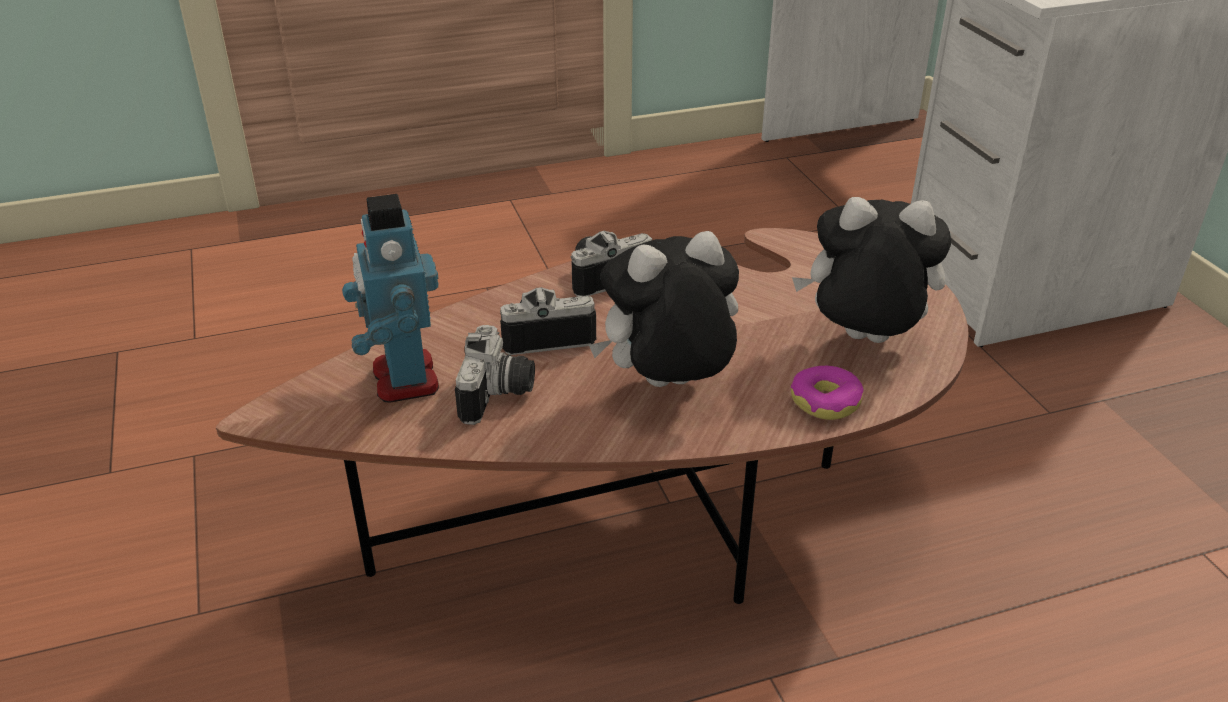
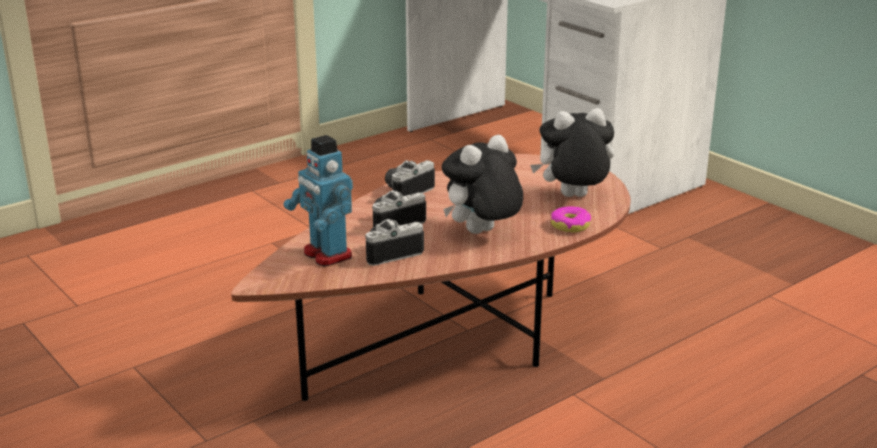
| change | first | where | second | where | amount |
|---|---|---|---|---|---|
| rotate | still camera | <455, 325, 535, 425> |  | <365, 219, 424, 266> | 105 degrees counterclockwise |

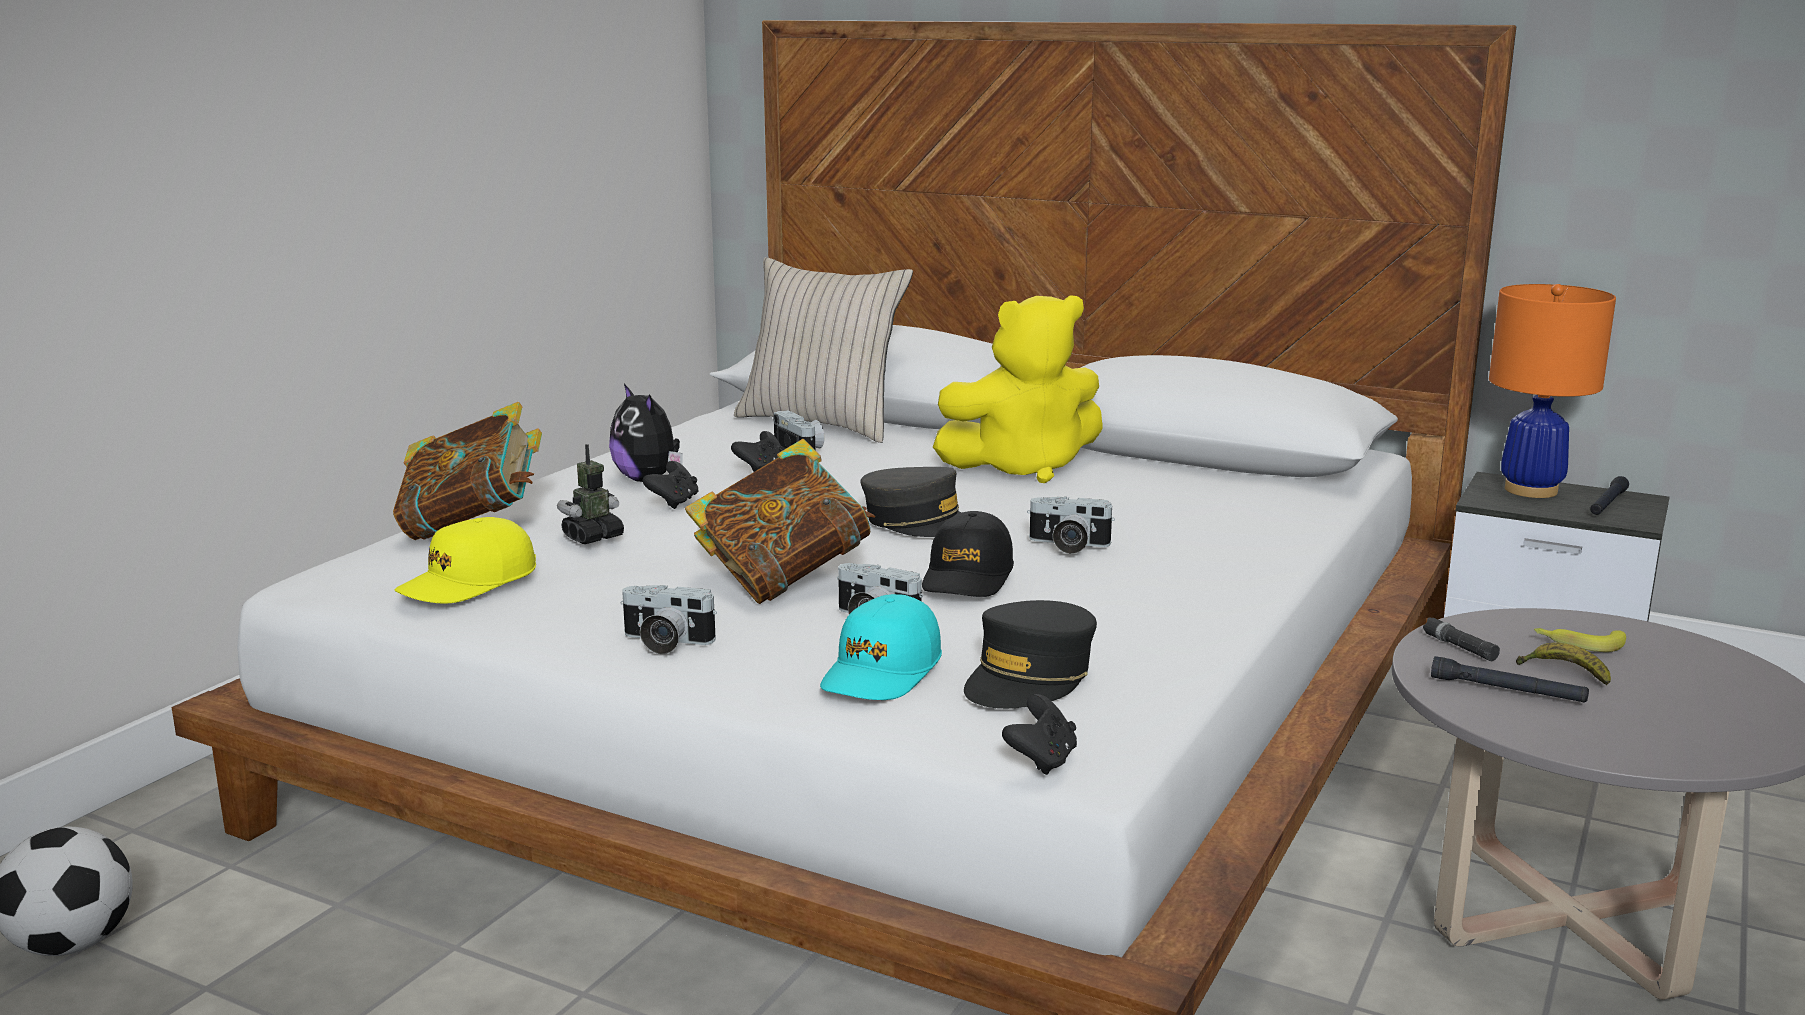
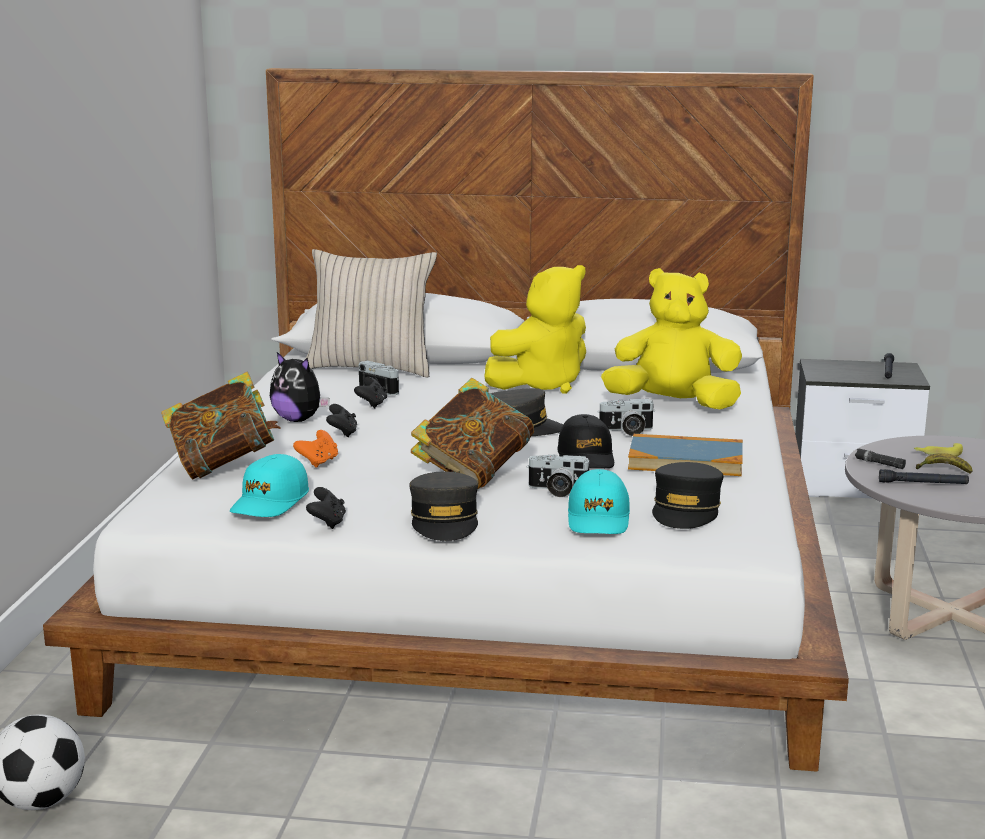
| change | first | where | second | where | amount |
|---|---|---|---|---|---|
| delete | table lamp (orangey) | <1489, 284, 1616, 498> |  |  |  |
| insert |  |  | cuddly toy (yellow-coloured) | <601, 268, 742, 409> |  |
| insert |  |  | bound book | <628, 434, 743, 476> |  |
| move | gamepad (black) | <1002, 694, 1077, 775> |  | <306, 487, 346, 529> |  |
| replace | robot figure | <557, 444, 624, 544> | gamepad (orangey) | <293, 430, 338, 468> |  |
| replace | still camera | <620, 585, 717, 654> | peaked cap (greyish) | <409, 471, 478, 541> |  |
| recolor | peaked cap (yellow-coloured) | <395, 517, 536, 604> | peaked cap (turquoise-coloured) | <230, 454, 309, 517> |  |

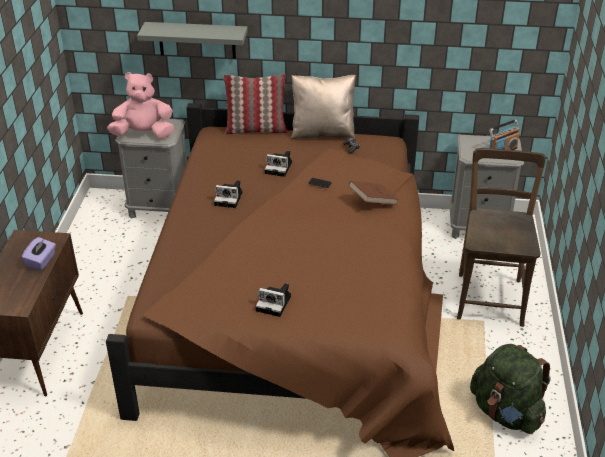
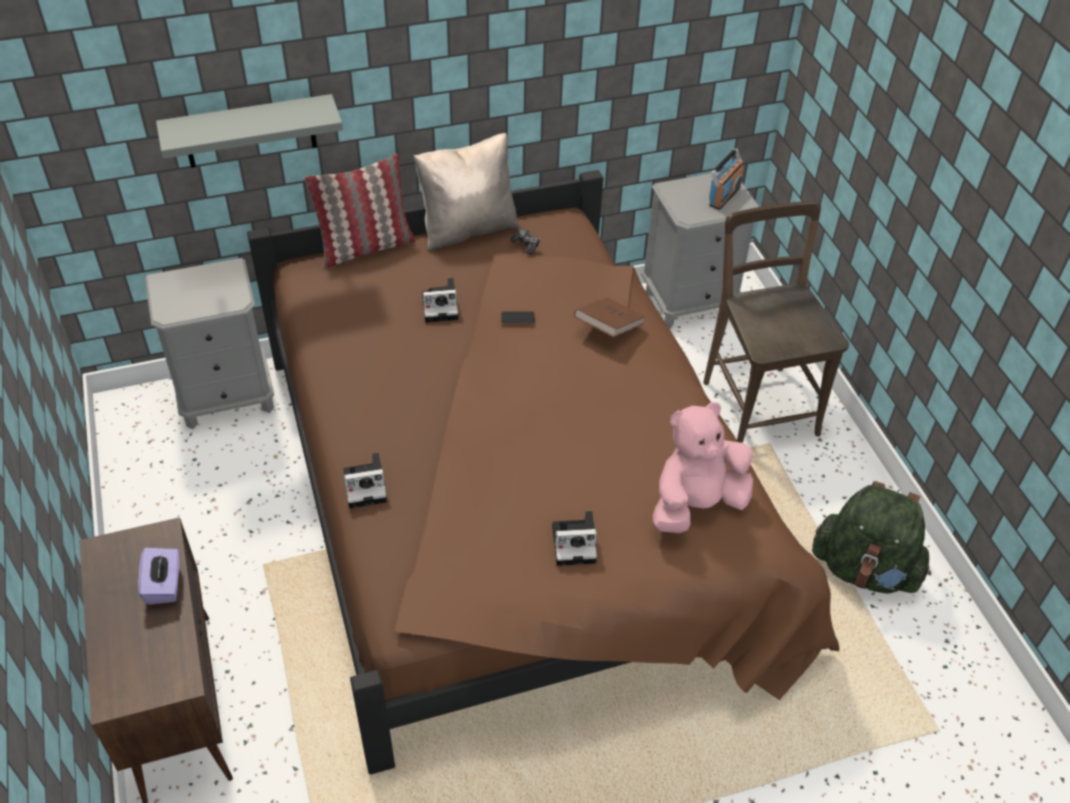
| change | first | where | second | where | amount |
|---|---|---|---|---|---|
| move | cuddly toy (pink) | <107, 72, 174, 139> |  | <653, 402, 754, 533> |  |
| move | still camera | <214, 180, 242, 208> |  | <343, 453, 387, 508> |  |

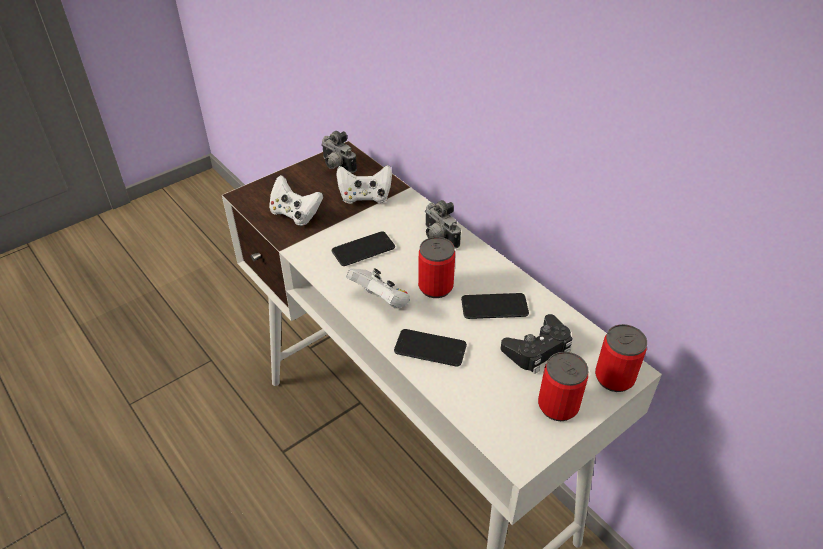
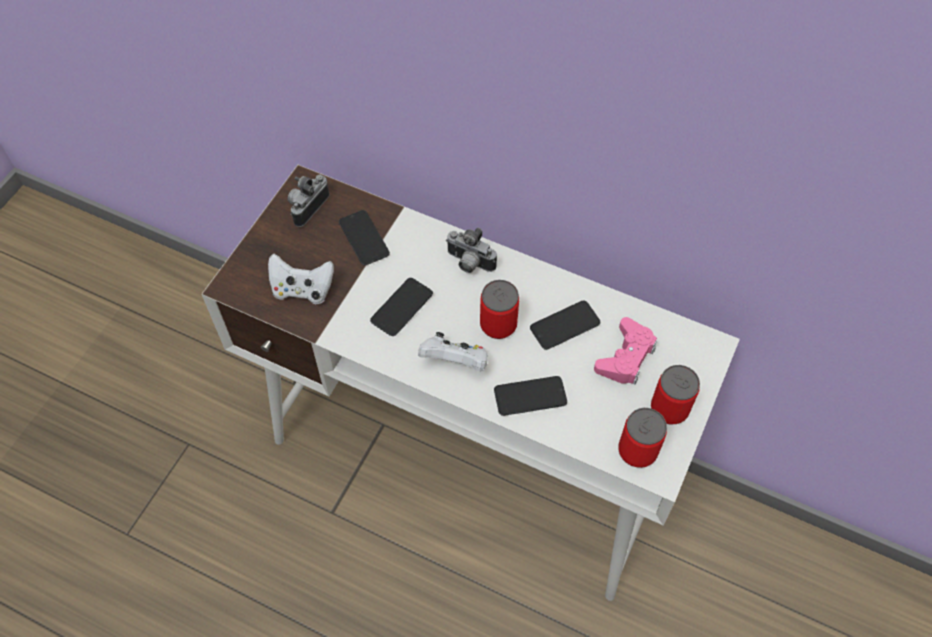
| change | first | where | second | where | amount |
|---|---|---|---|---|---|
| move | sealed can | <595, 324, 647, 392> |  | <618, 408, 667, 468> |  |
| replace | gamepad (whitish) | <336, 165, 392, 204> | telephone | <339, 210, 390, 265> |  |
| recolor | gamepad (black) | <501, 314, 573, 374> | gamepad (pink) | <594, 317, 657, 384> |  |
| rotate | still camera | <321, 131, 357, 173> |  | <288, 175, 330, 227> | 105 degrees clockwise |

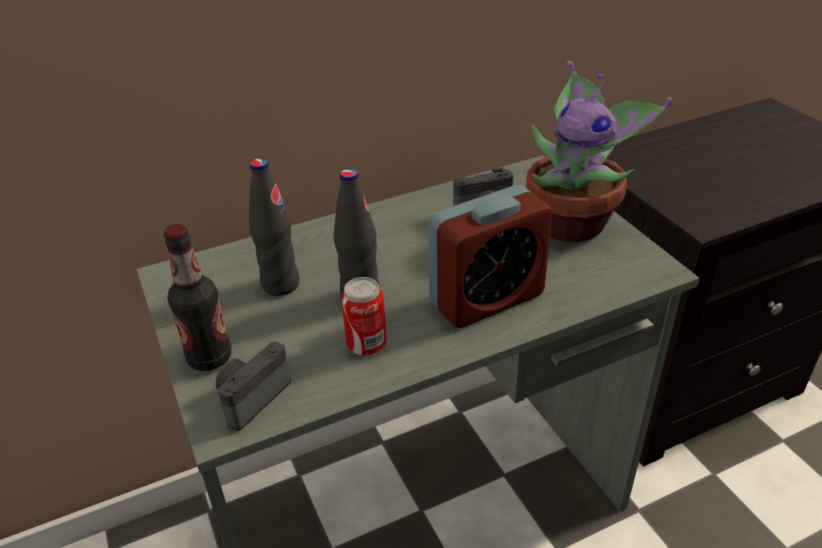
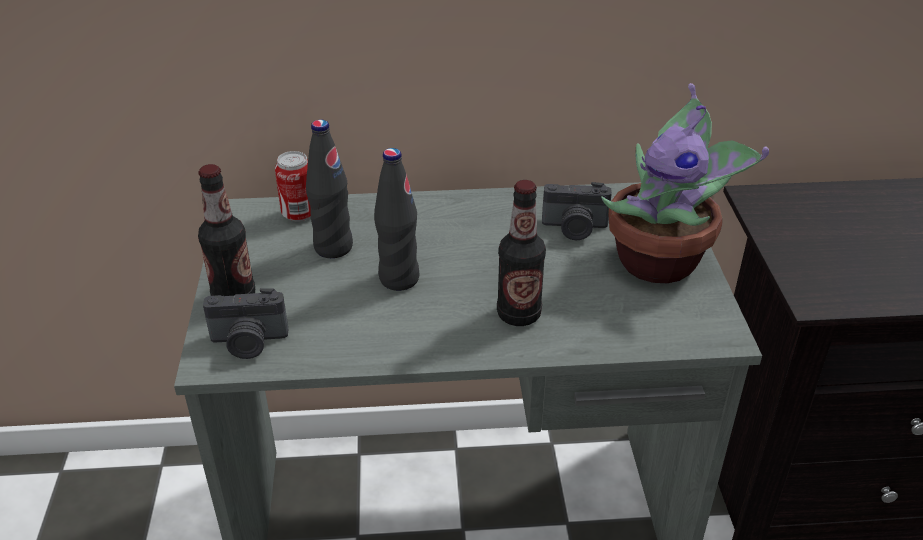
| change | first | where | second | where | amount |
|---|---|---|---|---|---|
| move | sealed can | <341, 277, 386, 355> |  | <275, 151, 311, 221> |  |
| replace | bedside clock | <428, 185, 552, 328> | drink bottle | <497, 180, 546, 326> |  |
| rotate | still camera | <216, 341, 291, 431> |  | <203, 288, 288, 359> | 150 degrees counterclockwise |

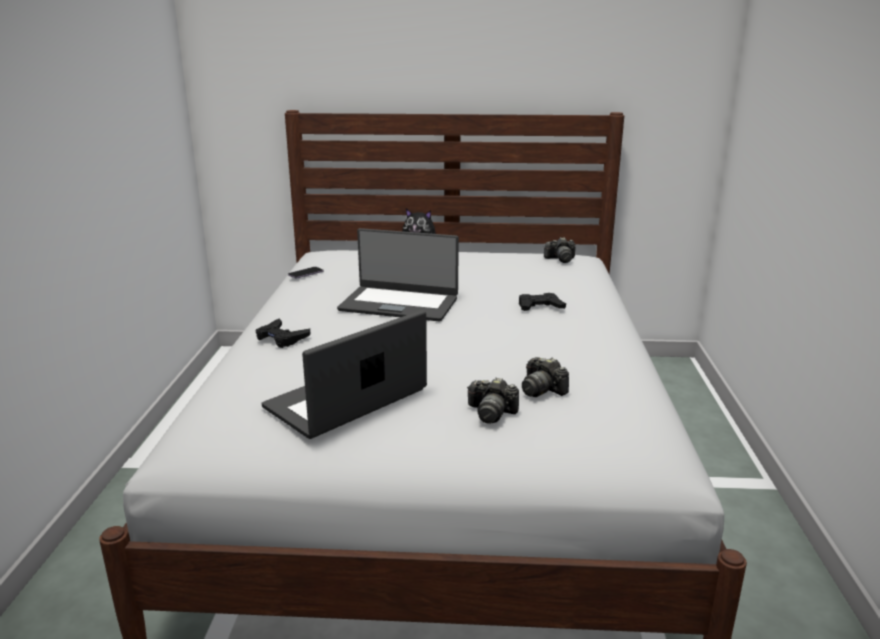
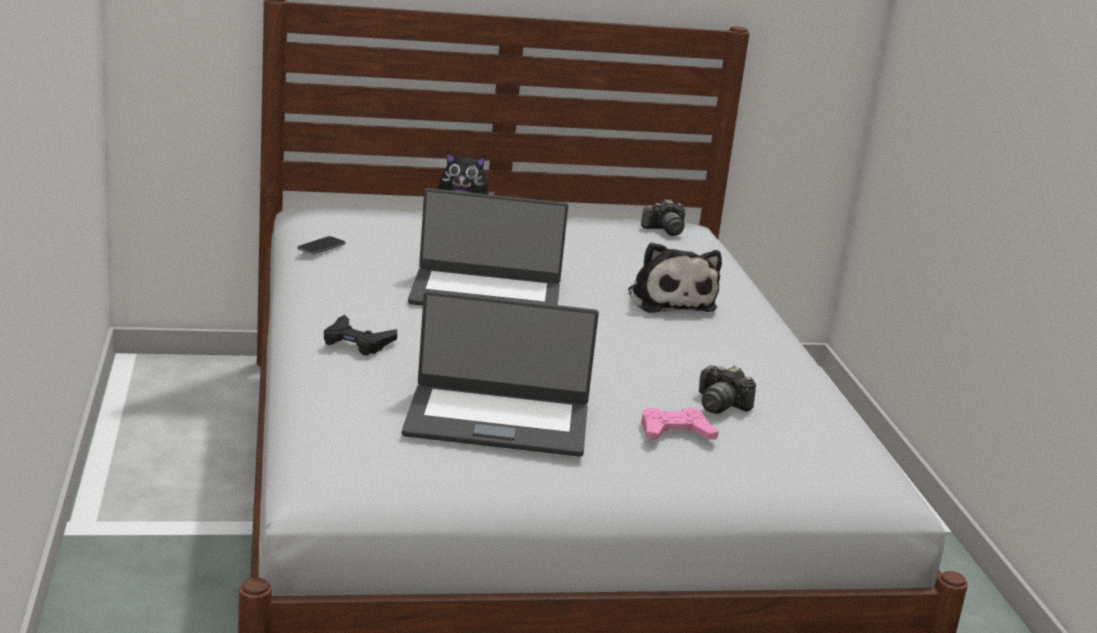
| change | first | where | second | where | amount |
|---|---|---|---|---|---|
| replace | still camera | <467, 377, 519, 424> | gamepad (pink) | <641, 408, 719, 440> |  |
| replace | gamepad (black) | <519, 293, 566, 311> | cuddly toy | <628, 242, 722, 313> |  |
| rotate | portable computer | <262, 310, 427, 439> |  | <402, 290, 599, 457> | 120 degrees counterclockwise |

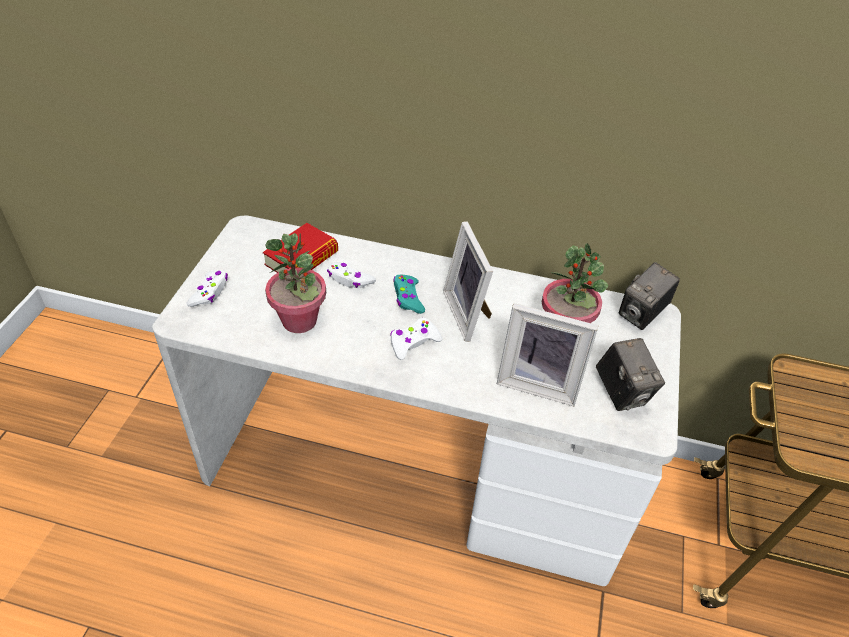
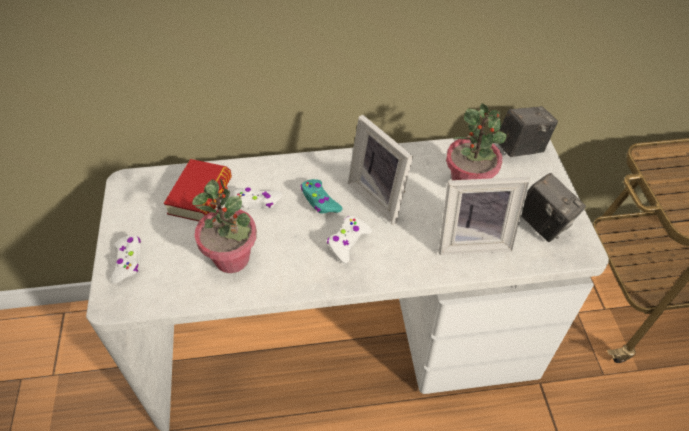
| change | first | where | second | where | amount |
|---|---|---|---|---|---|
| rotate | still camera | <618, 262, 680, 330> |  | <498, 106, 558, 157> | 135 degrees counterclockwise |

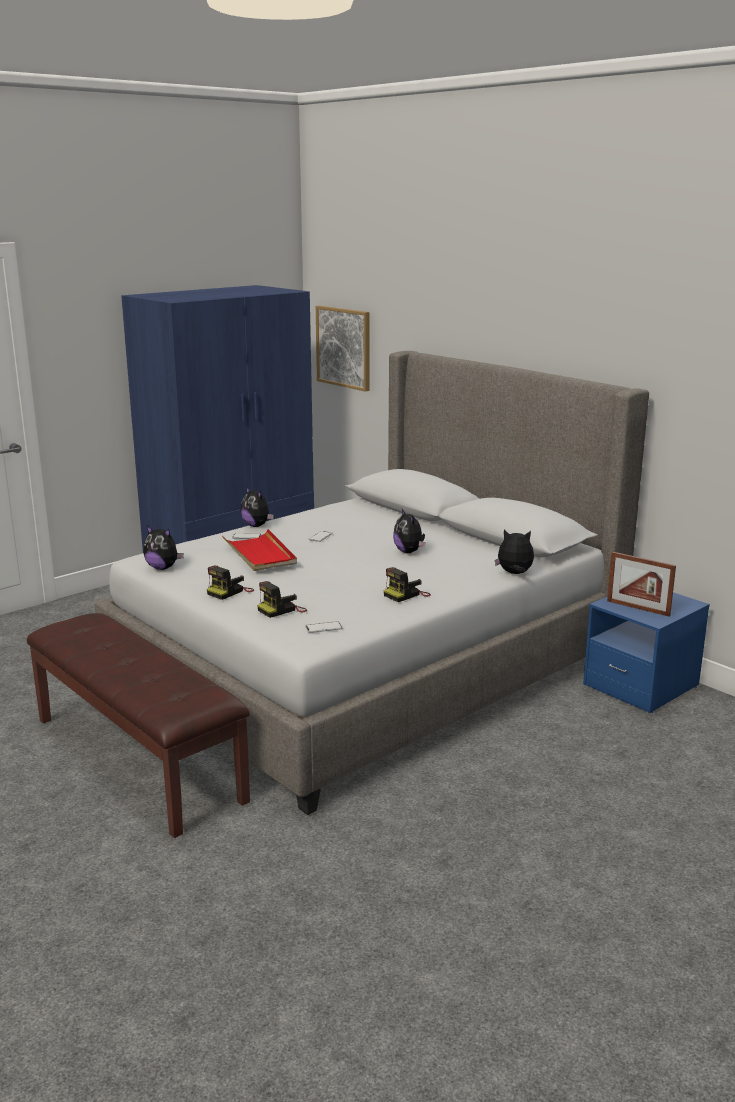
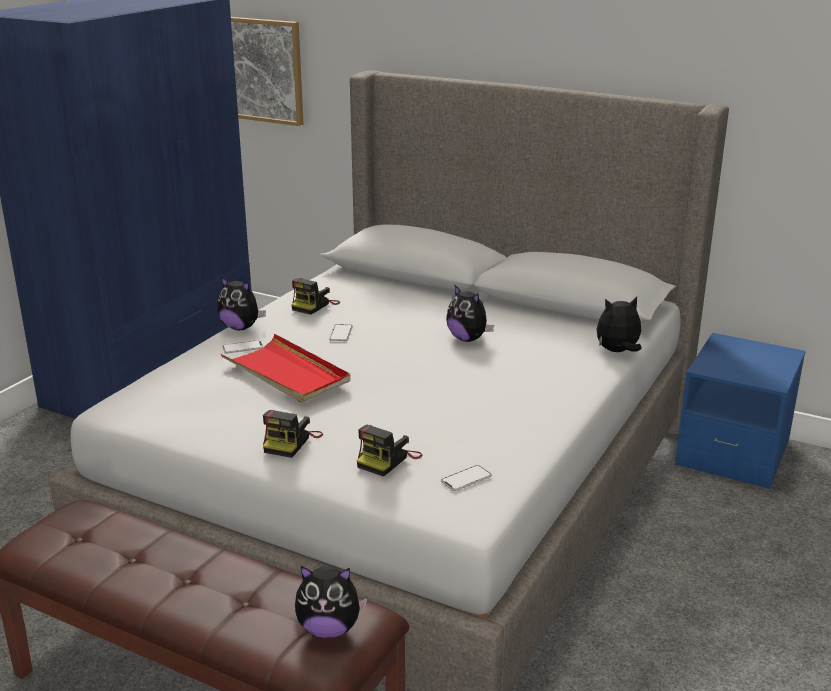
| change | first | where | second | where | amount |
|---|---|---|---|---|---|
| delete | photo frame | <607, 552, 676, 616> |  |  |  |
| move | cuddly toy | <143, 525, 184, 570> |  | <295, 566, 368, 638> |  |
| move | still camera | <384, 567, 431, 602> |  | <291, 278, 340, 315> |  |

